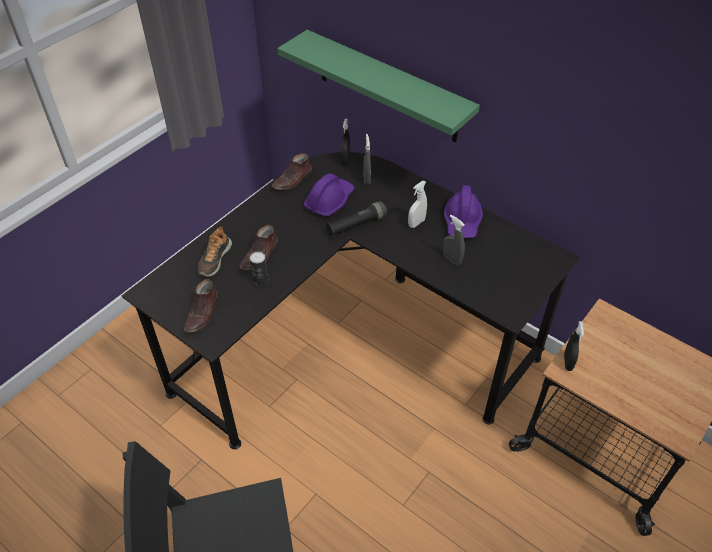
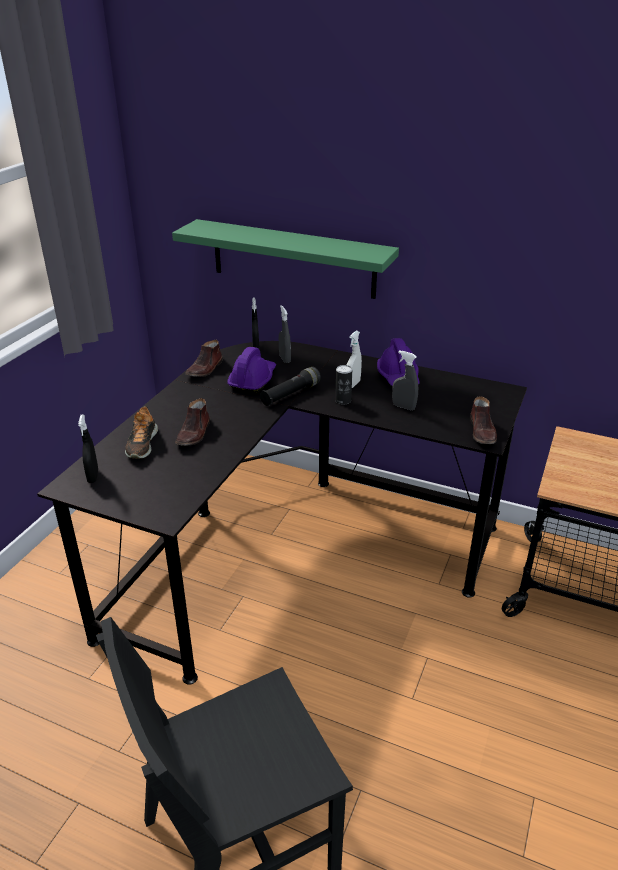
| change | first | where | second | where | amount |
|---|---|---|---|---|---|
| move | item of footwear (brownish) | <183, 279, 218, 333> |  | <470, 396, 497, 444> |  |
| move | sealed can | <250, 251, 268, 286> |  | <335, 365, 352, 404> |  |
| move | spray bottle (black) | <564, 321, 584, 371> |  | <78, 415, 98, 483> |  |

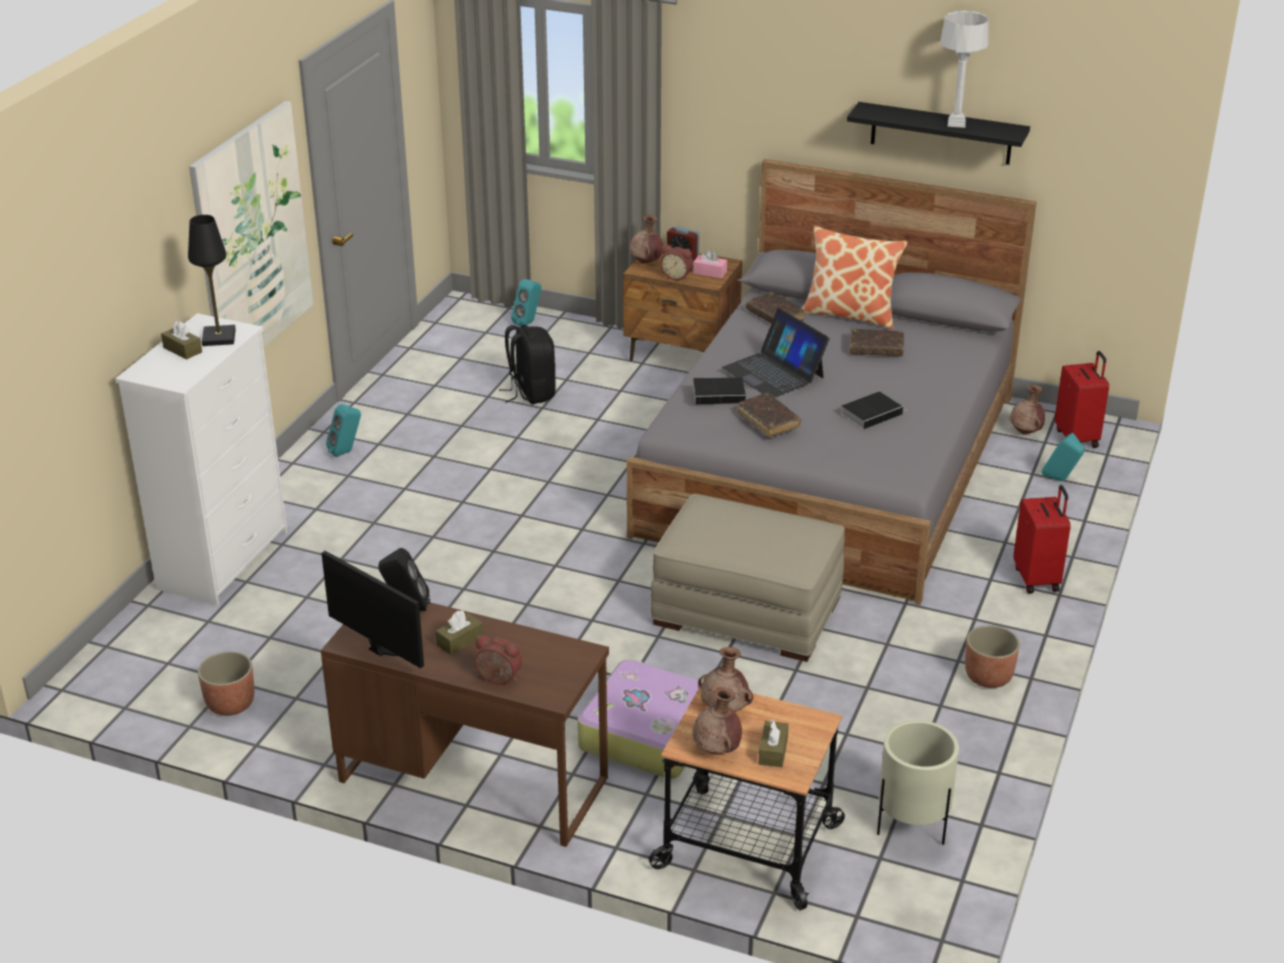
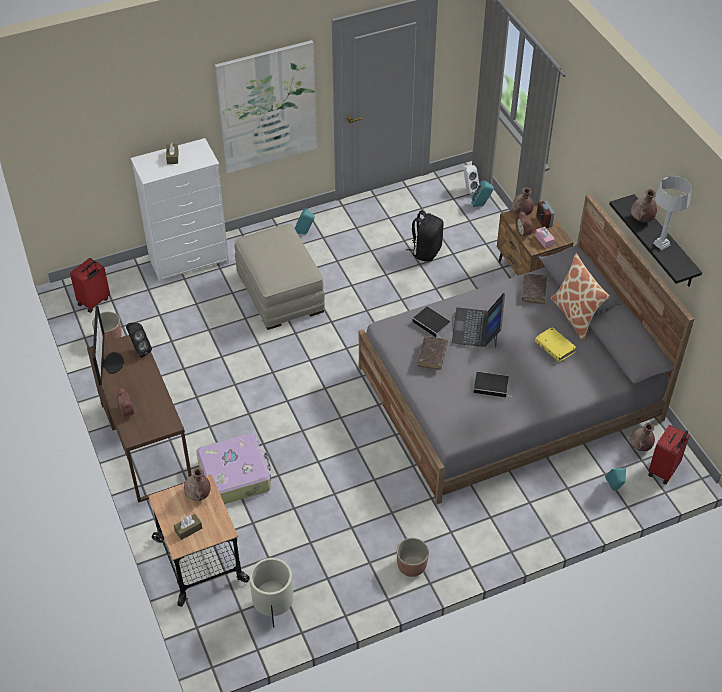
| change | first | where | second | where | amount |
|---|---|---|---|---|---|
| delete | table lamp (black) | <188, 215, 236, 346> |  |  |  |
| delete | box of tissues (brownish) | <436, 611, 483, 655> |  |  |  |
| insert |  |  | speaker (whitish) | <463, 165, 479, 195> |  |
| move | pouffe (sand-coloured) | <651, 494, 845, 662> |  | <234, 223, 325, 330> |  |
| move | vase (brownish) | <692, 687, 742, 755> |  | <631, 189, 657, 222> |  |
| move | piece of luggage (reddish) | <1013, 485, 1071, 594> |  | <70, 258, 110, 313> |  |
| recolor | bound book (brownish) | <850, 329, 904, 356> | bound book (yellow-coloured) | <535, 327, 576, 362> |  |

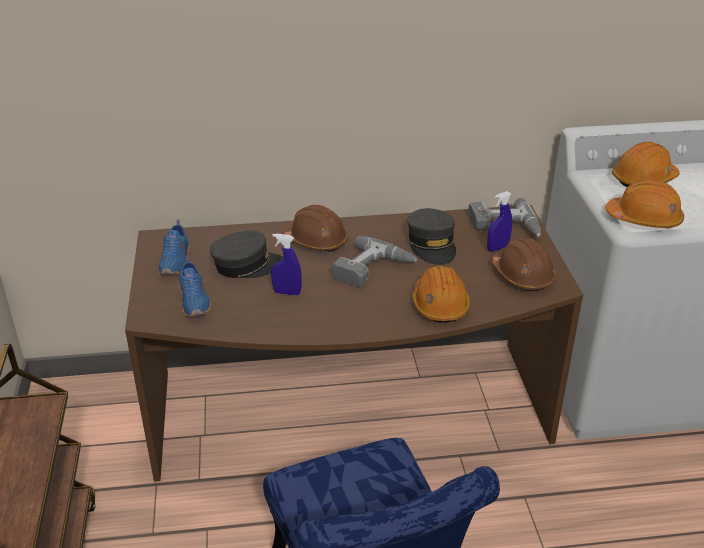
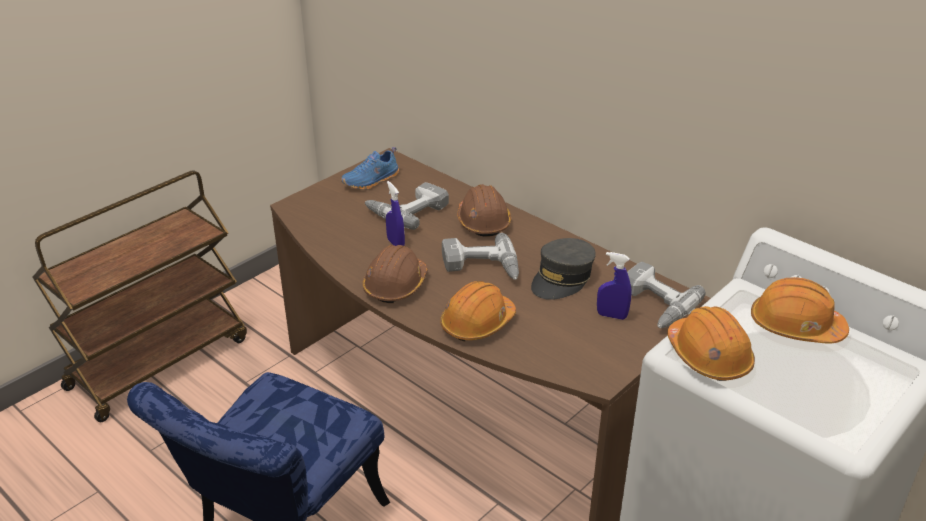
| change | first | where | second | where | amount |
|---|---|---|---|---|---|
| delete | item of footwear (blue) | <179, 256, 211, 317> |  |  |  |
| move | work helmet (brownish) | <492, 238, 556, 291> |  | <363, 245, 428, 303> |  |
| replace | peaked cap (greyish) | <210, 231, 284, 278> | electric drill | <365, 182, 449, 230> |  |

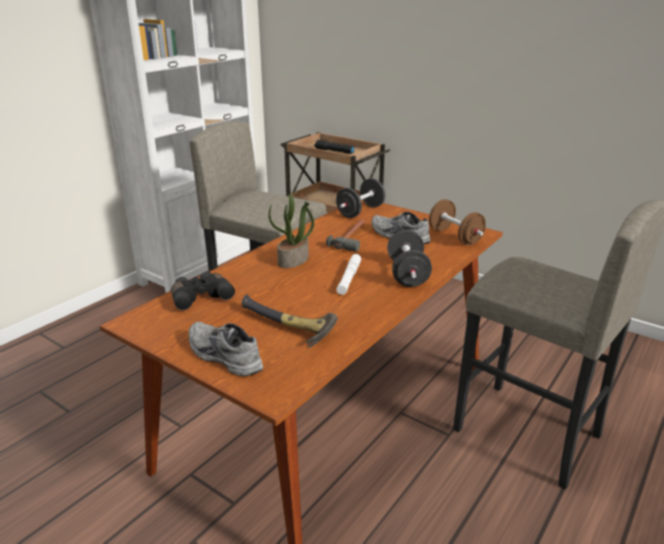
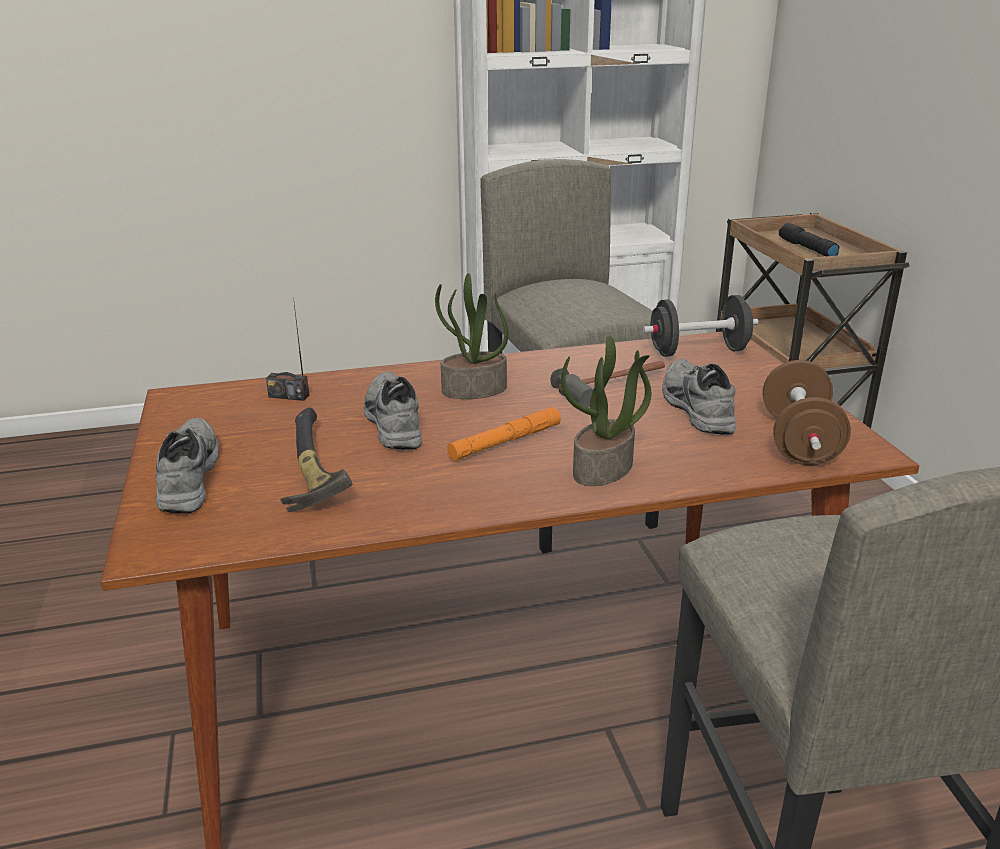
| change | first | where | second | where | amount |
|---|---|---|---|---|---|
| insert |  |  | item of footwear (greyish) | <364, 371, 422, 450> |  |
| replace | field glasses (black) | <171, 272, 235, 310> | radio receiver | <266, 297, 309, 401> |  |
| replace | free weight (black) | <387, 230, 432, 287> | potted plant | <561, 335, 651, 486> |  |
| recolor | flashlight (whitish) | <337, 254, 361, 295> | flashlight (orangey) | <447, 407, 561, 461> |  |

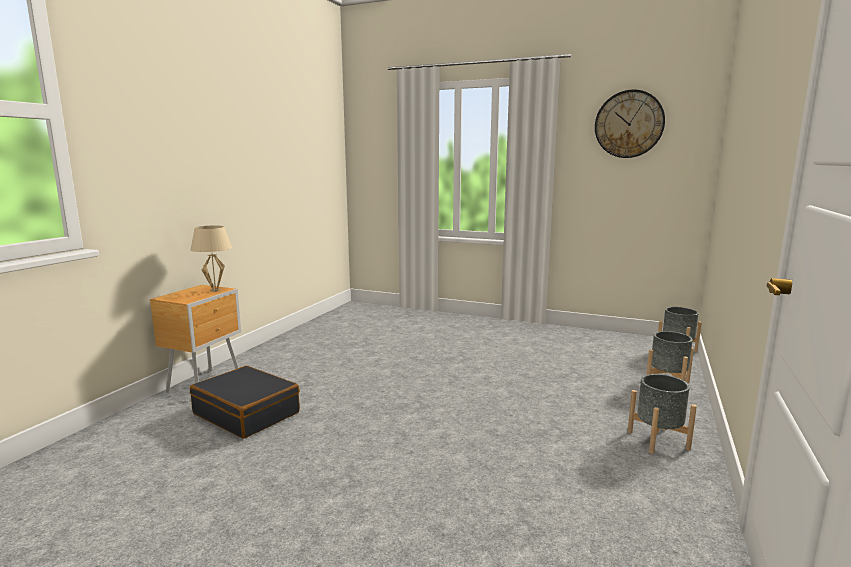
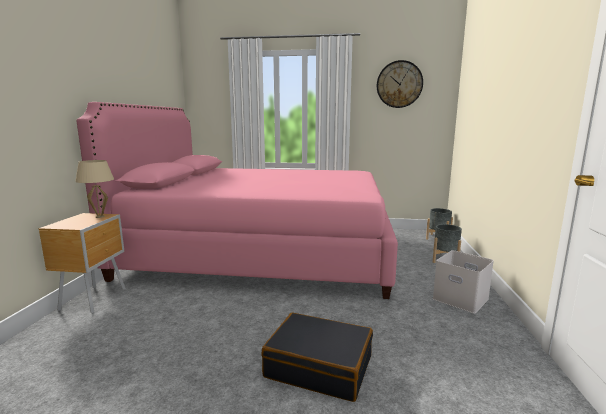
| change | first | where | second | where | amount |
|---|---|---|---|---|---|
| insert |  |  | bed (pink) | <76, 102, 398, 299> |  |
| move | piece of luggage (black) | <190, 366, 300, 439> |  | <262, 313, 373, 402> |  |
| replace | flower pot (greyish) | <628, 374, 697, 454> | storage box (whitish) | <433, 250, 494, 314> |  |

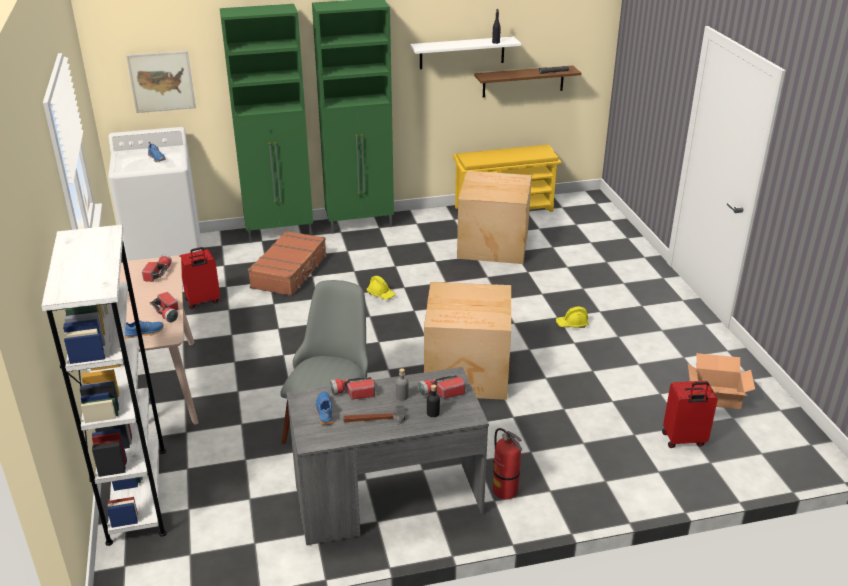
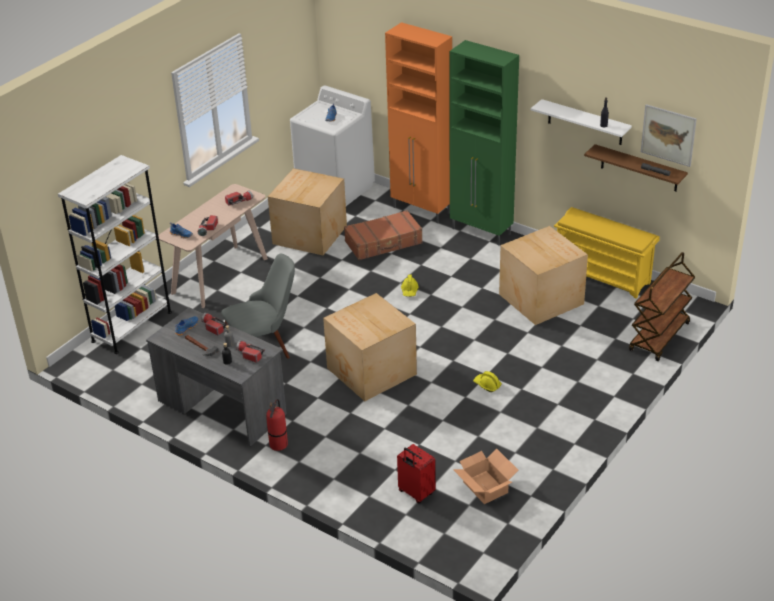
| change | first | where | second | where | amount |
|---|---|---|---|---|---|
| insert |  |  | wheeled cart (brownish) | <629, 252, 695, 361> |  |
| move | picture | <126, 51, 196, 113> |  | <641, 104, 697, 167> |  |
| replace | piece of luggage (reddish) | <180, 247, 220, 309> | packing box | <268, 168, 347, 255> |  |
| recolor | cabinet (green-coloured) | <220, 4, 313, 243> | cabinet (orangey) | <385, 22, 452, 223> |  |

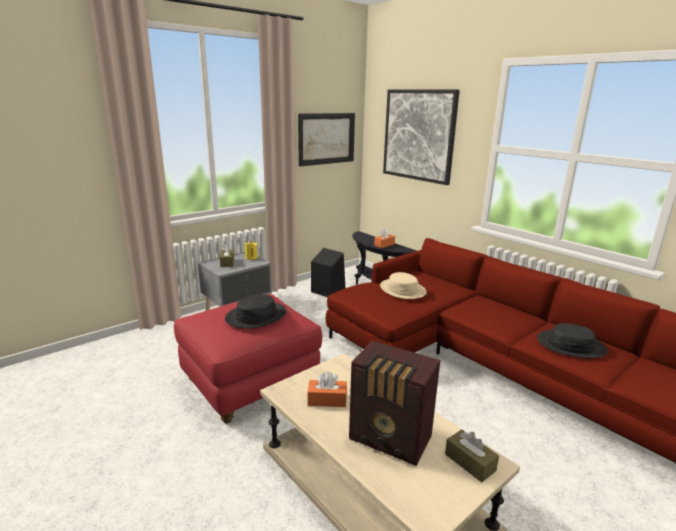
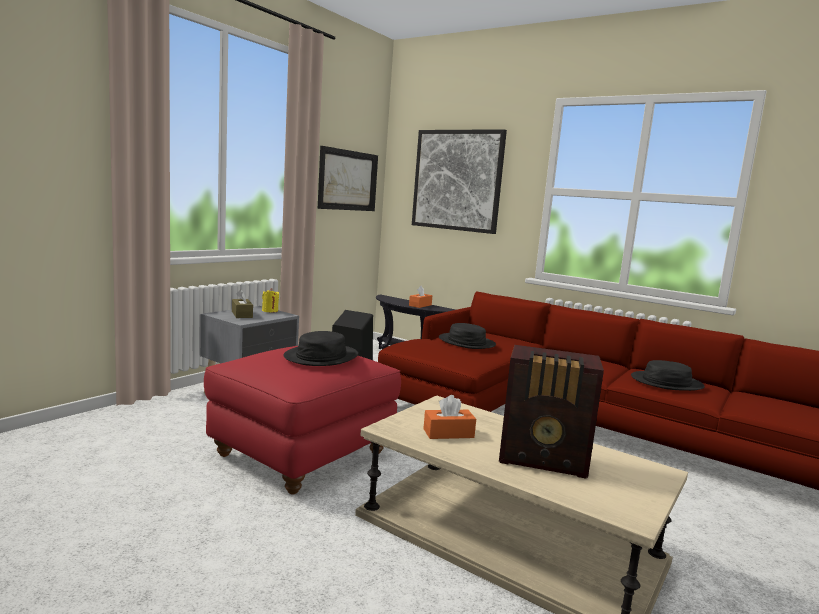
| change | first | where | second | where | amount |
|---|---|---|---|---|---|
| delete | box of tissues (brownish) | <445, 430, 499, 482> |  |  |  |
| recolor | clothing hat (sand-coloured) | <380, 272, 427, 299> | clothing hat (black) | <439, 323, 496, 349> |  |

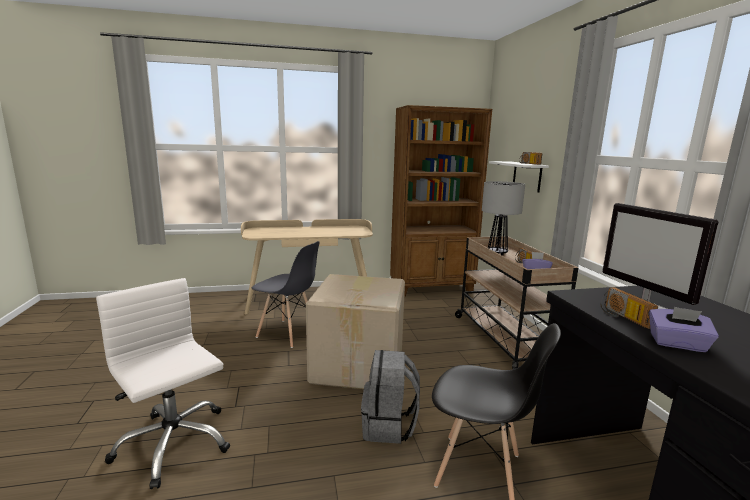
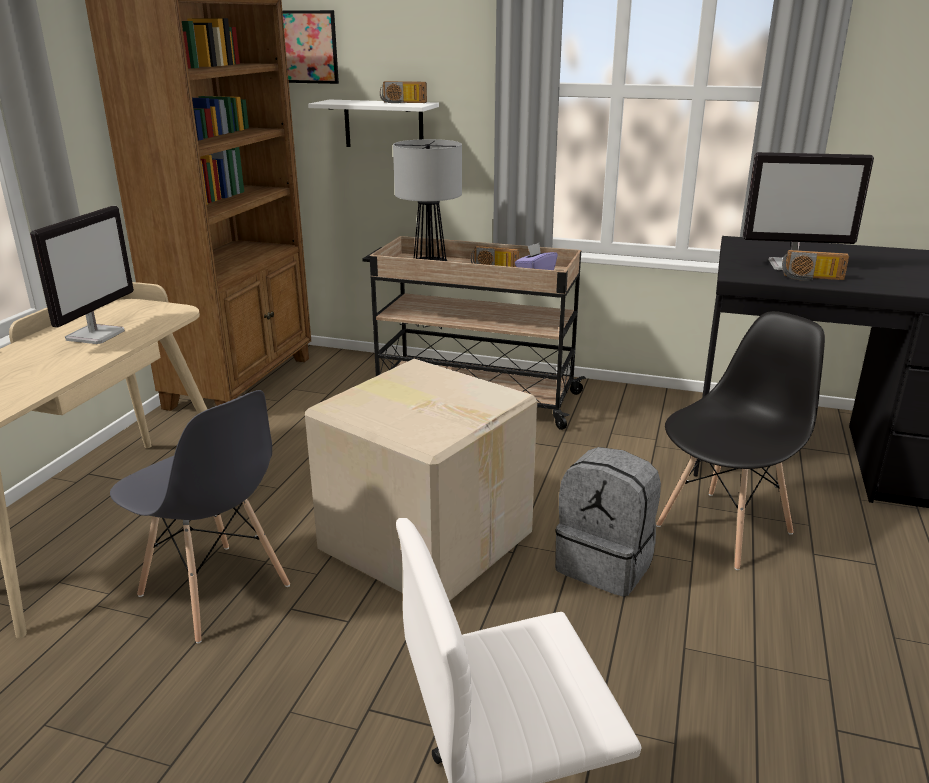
| change | first | where | second | where | amount |
|---|---|---|---|---|---|
| delete | box of tissues (purple) | <649, 307, 719, 352> |  |  |  |
| insert |  |  | computer screen | <30, 206, 134, 344> |  |
| insert |  |  | picture | <282, 10, 339, 84> |  |
| rotate | chair (greyish) | <252, 241, 320, 348> |  | <110, 390, 290, 643> | 75 degrees clockwise |

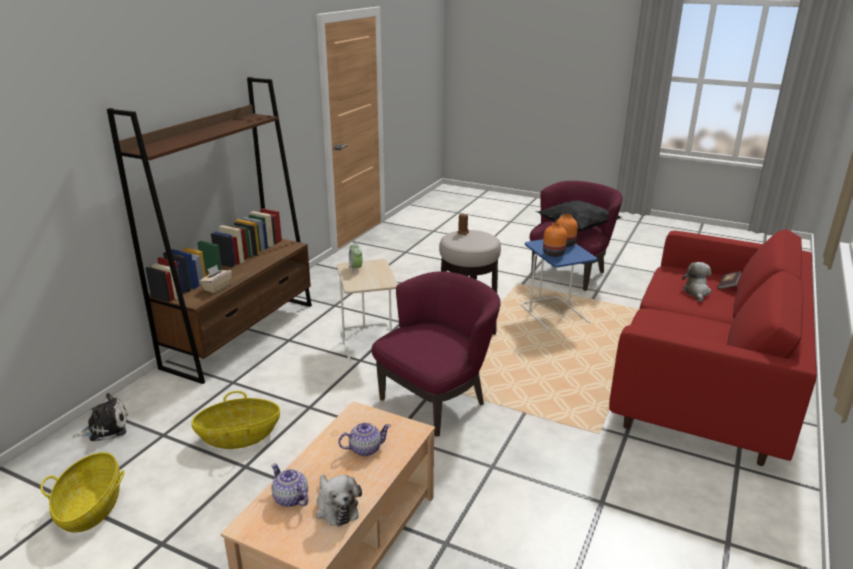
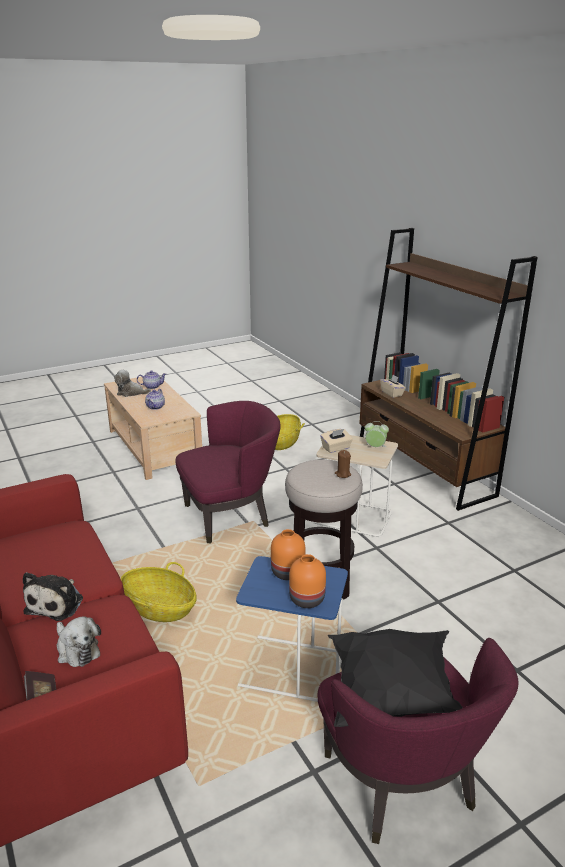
| change | first | where | second | where | amount |
|---|---|---|---|---|---|
| insert |  |  | box of tissues (sand-coloured) | <320, 429, 353, 453> |  |
| move | storage basket | <41, 452, 125, 533> |  | <121, 562, 197, 622> |  |
| move | cuddly toy | <72, 393, 128, 441> |  | <23, 572, 83, 621> |  |
| rotate | easy chair (purple) | <372, 271, 501, 437> |  | <175, 401, 281, 543> | 105 degrees counterclockwise |

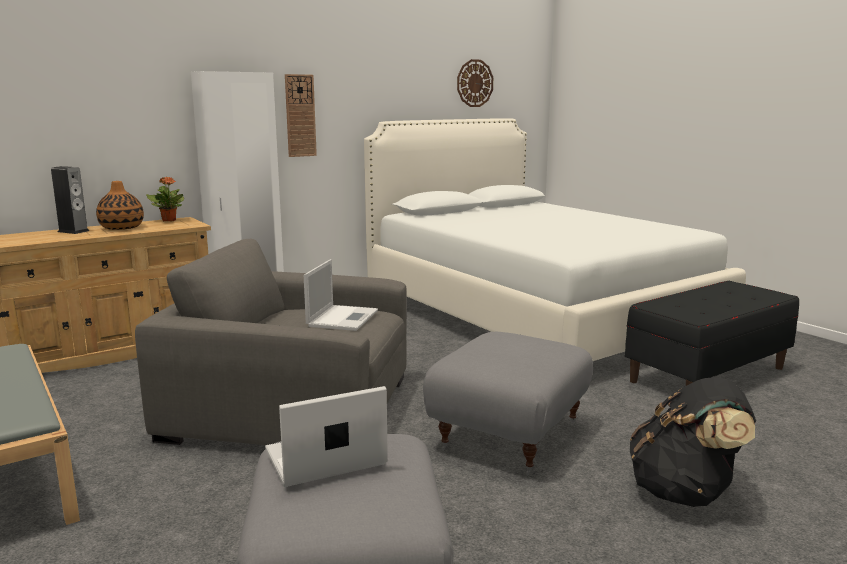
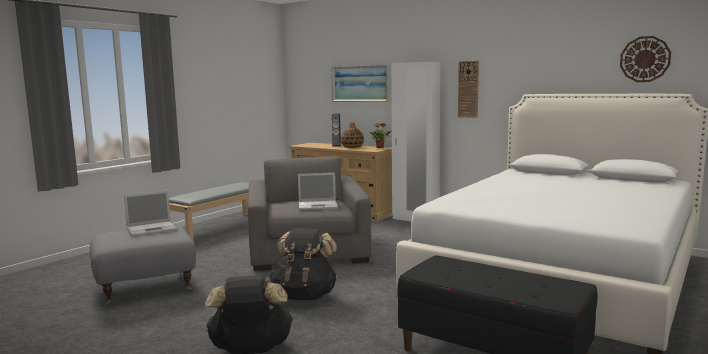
| change | first | where | second | where | amount |
|---|---|---|---|---|---|
| insert |  |  | picture | <331, 65, 389, 102> |  |
| replace | pouffe (greyish) | <423, 332, 593, 476> | backpack (black) | <270, 228, 337, 300> |  |
| rotate | portable computer | <265, 386, 388, 487> |  | <124, 190, 178, 236> | 105 degrees clockwise |

